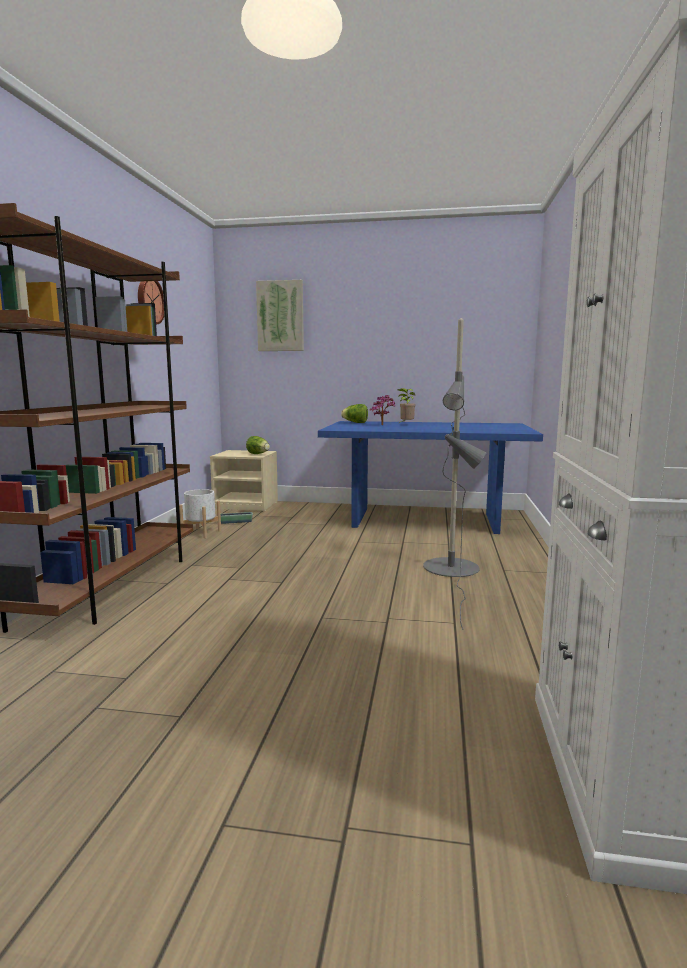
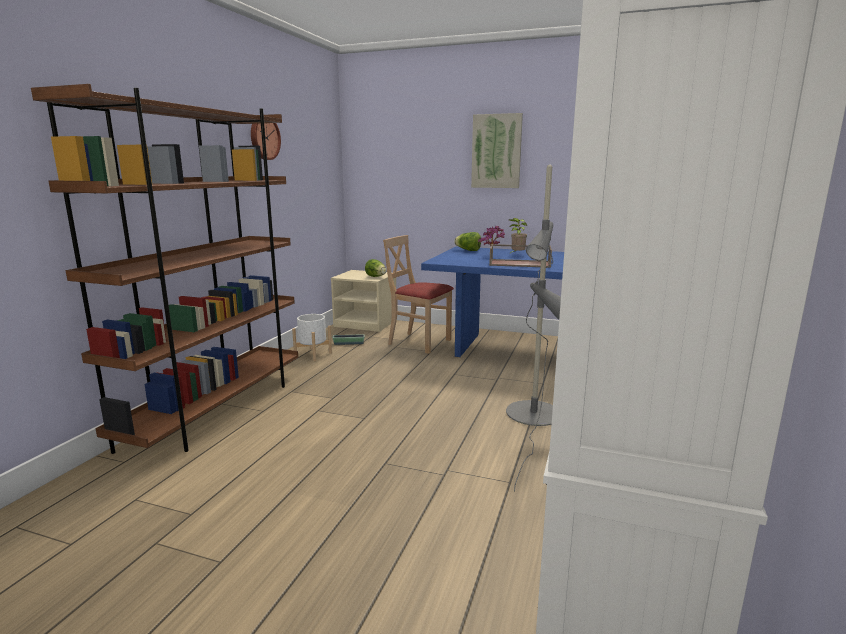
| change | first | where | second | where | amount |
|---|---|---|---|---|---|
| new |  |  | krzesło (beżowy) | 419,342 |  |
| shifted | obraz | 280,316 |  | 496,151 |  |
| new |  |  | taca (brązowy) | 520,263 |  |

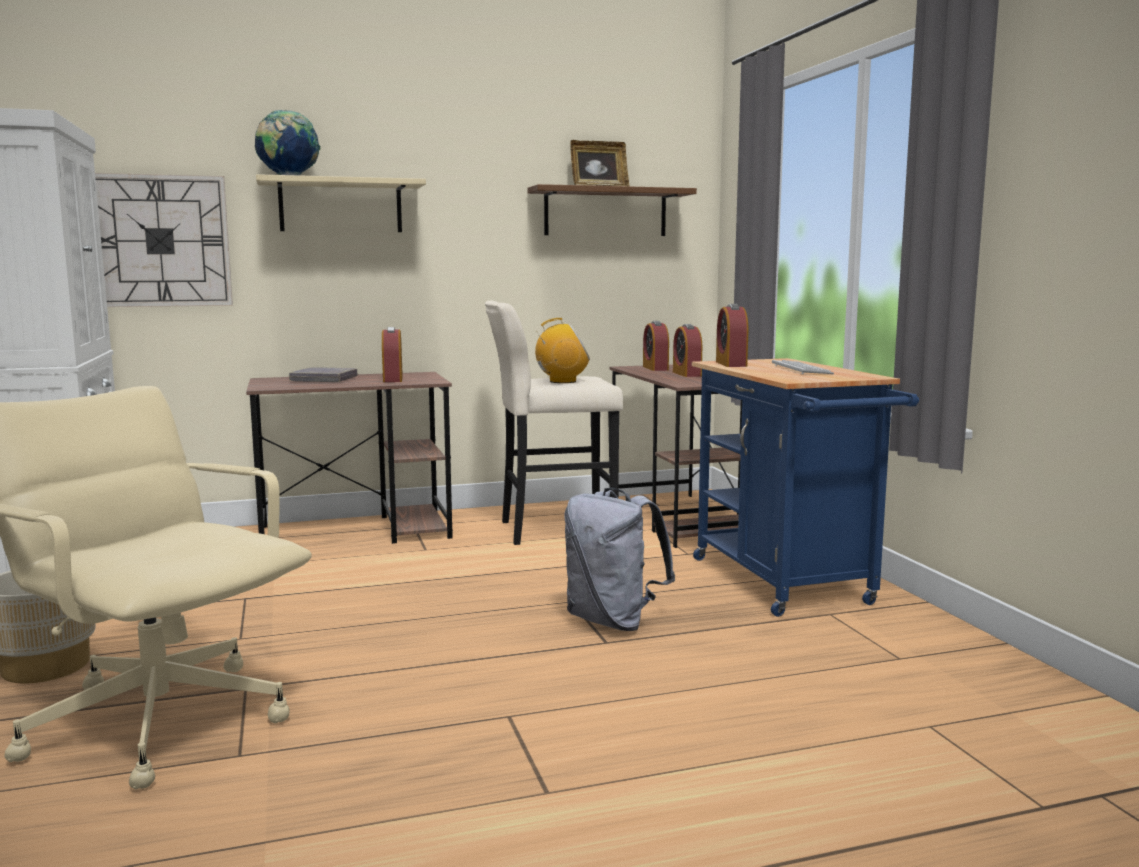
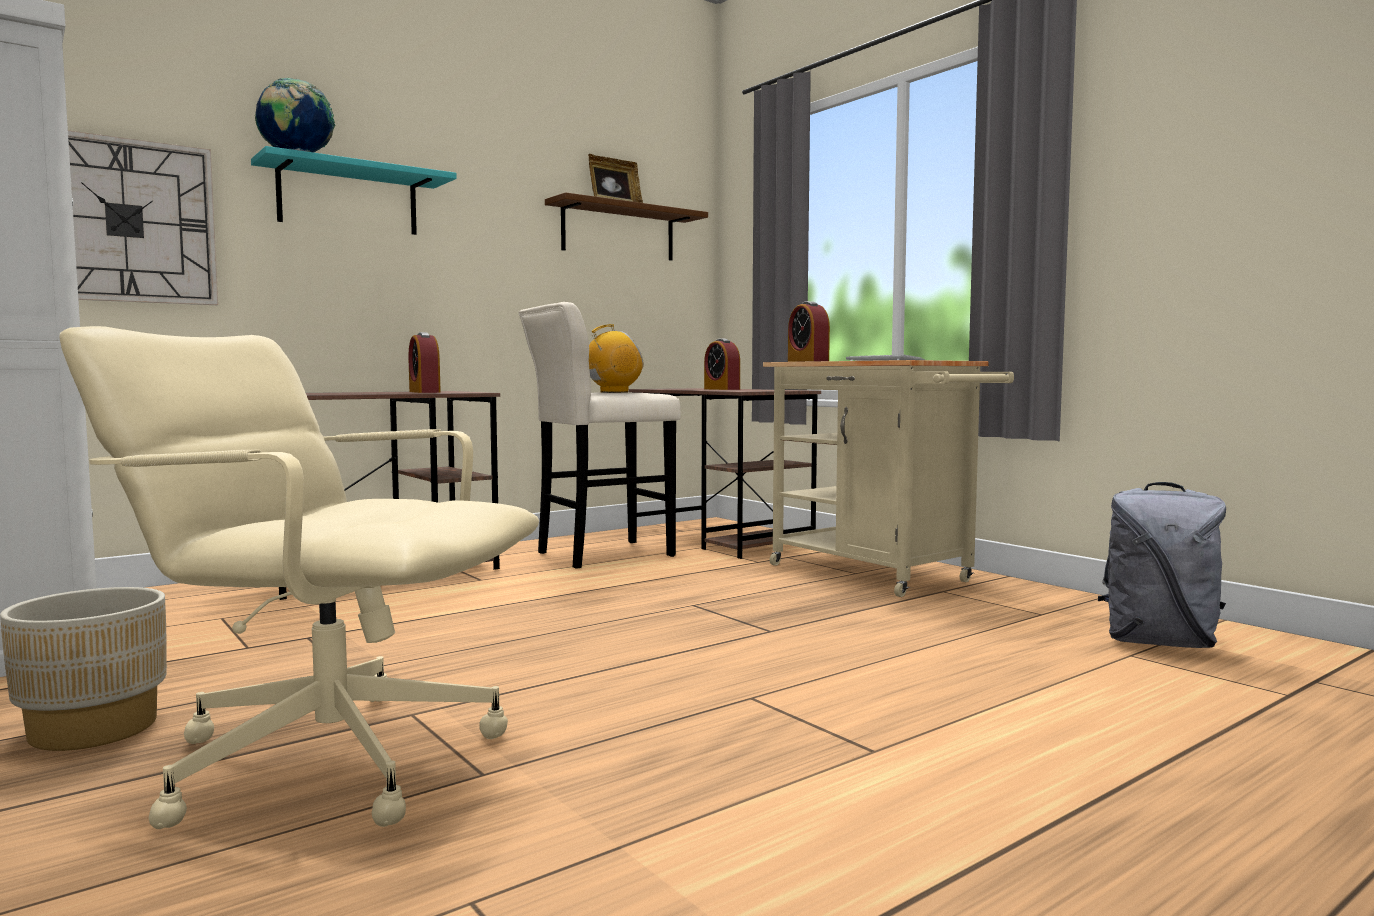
| change | first | where | second | where | amount |
|---|---|---|---|---|---|
| repainted | półka (beżowy) | 341,206 | półka (turkusowy) | 348,200 |  |
| repainted | wózek (niebieski) | 787,585 | wózek (beżowy) | 878,575 |  |
| shifted | plecak (szary) | 613,621 |  | 1158,642 |  |
| gone | książka (szary) | 324,380 |  |  |  |
| gone | budzik | 655,368 |  |  |  |

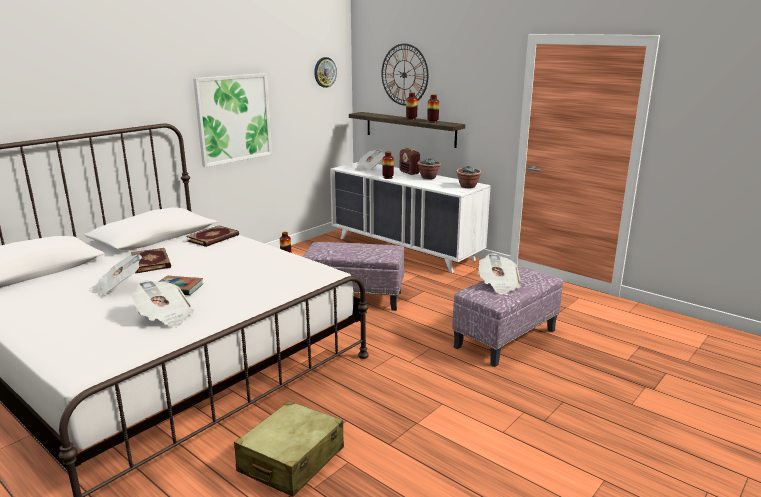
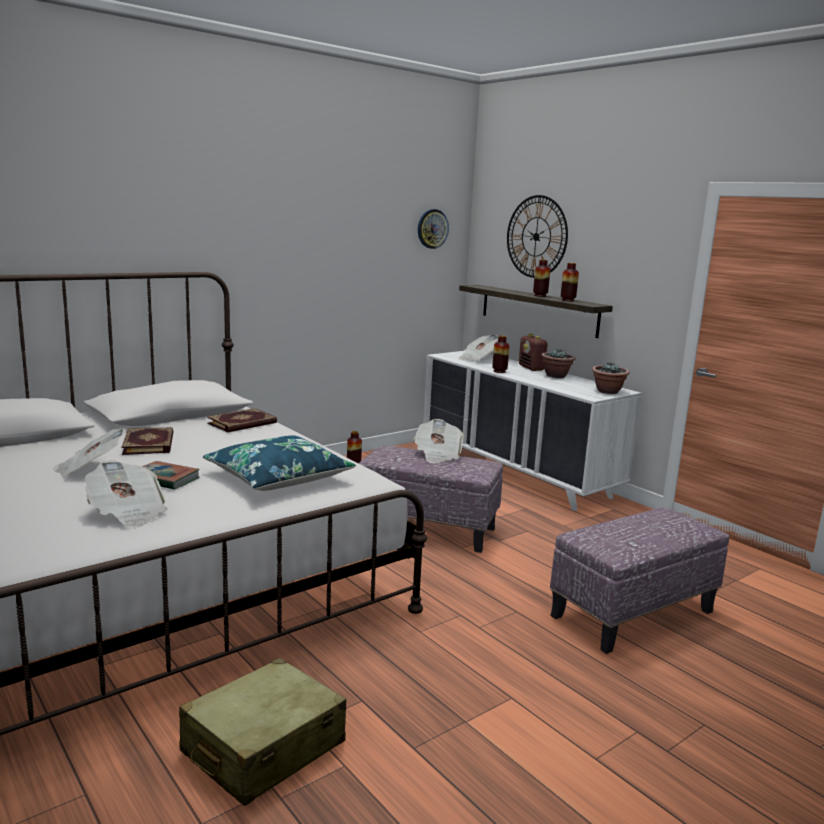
| change | first | where | second | where | amount |
|---|---|---|---|---|---|
| new |  |  | poduszka (niebieski) | 278,478 |  |
| shifted | gazeta | 498,285 |  | 437,455 |  |
| gone | obraz | 234,118 |  |  |  |

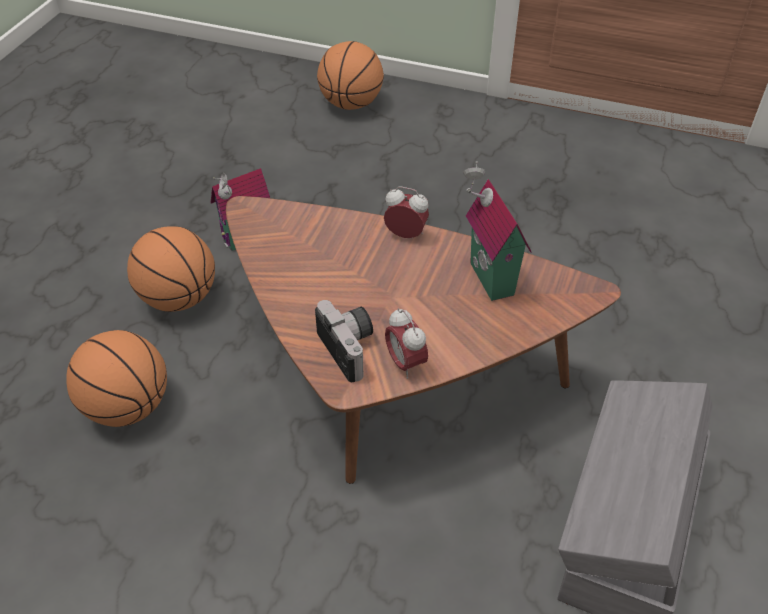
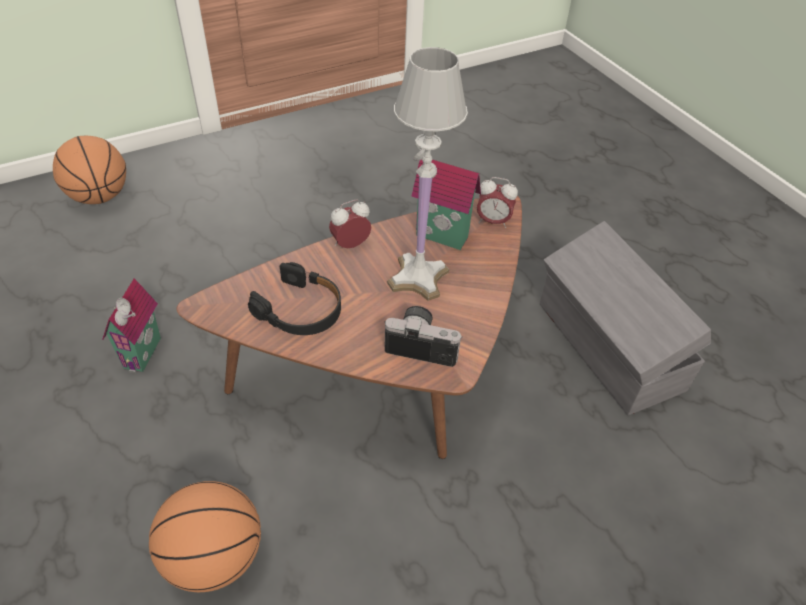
| change | first | where | second | where | amount |
|---|---|---|---|---|---|
| new |  |  | słuchawki (czarny) | 300,310 |  |
| new |  |  | lampa stołowa (biały) | 417,277 |  |
| shifted | budzik | 405,363 |  | 493,222 |  |
| gone | piłka do koszykówki | 179,298 |  |  |  |

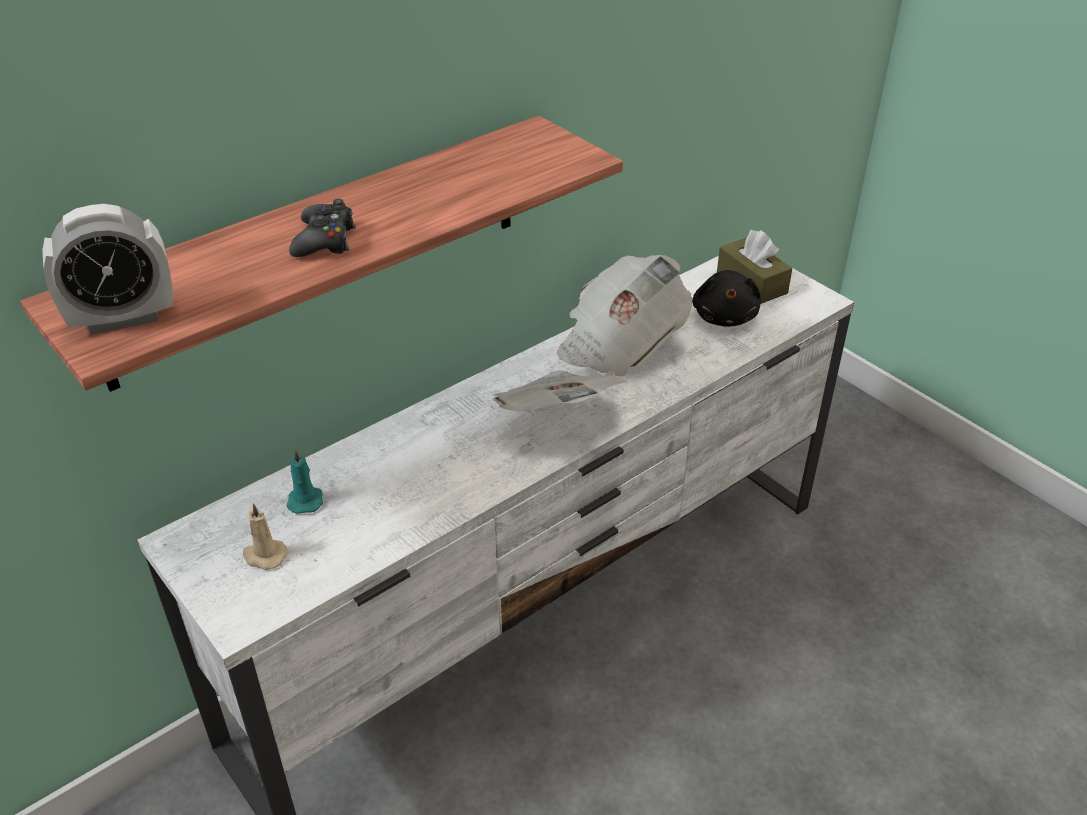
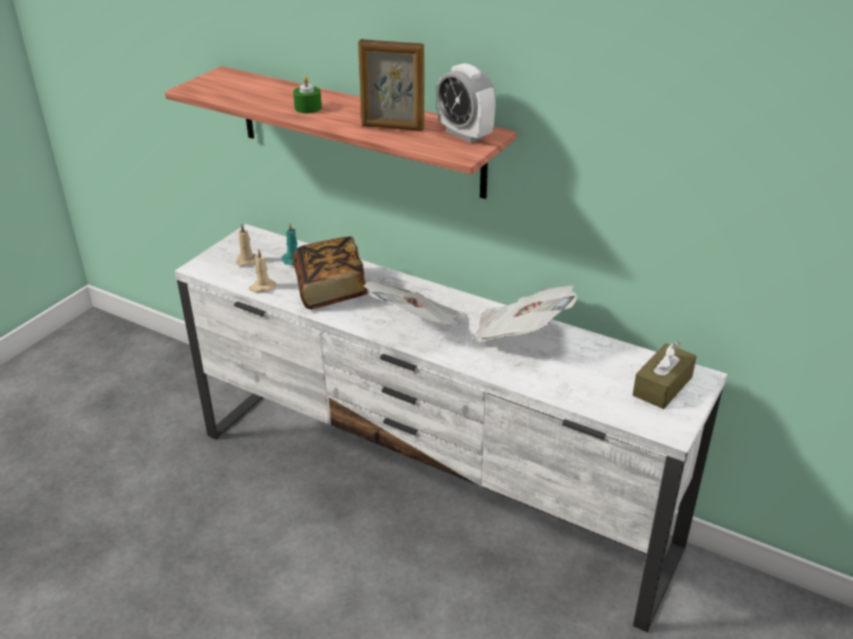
| change | first | where | second | where | amount |
|---|---|---|---|---|---|
| new |  |  | świeca (beżowy) | 262,287 |  |
| swapped | pad do gier (czarny) | 324,240 | świeca (zielony) | 308,108 |  |
| new |  |  | książka | 331,289 |  |
| new |  |  | ramka na zdjęcie | 392,127 |  |
| shifted | budzik | 123,318 |  | 465,134 |  |
| gone | pluszak (czarny) | 725,316 |  |  |  |

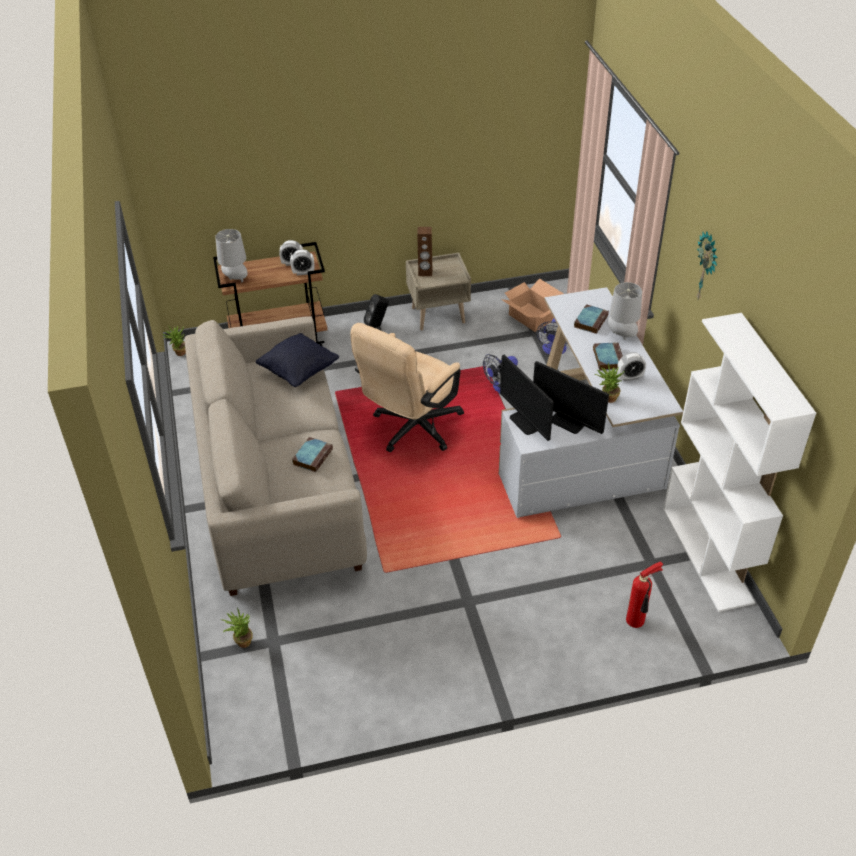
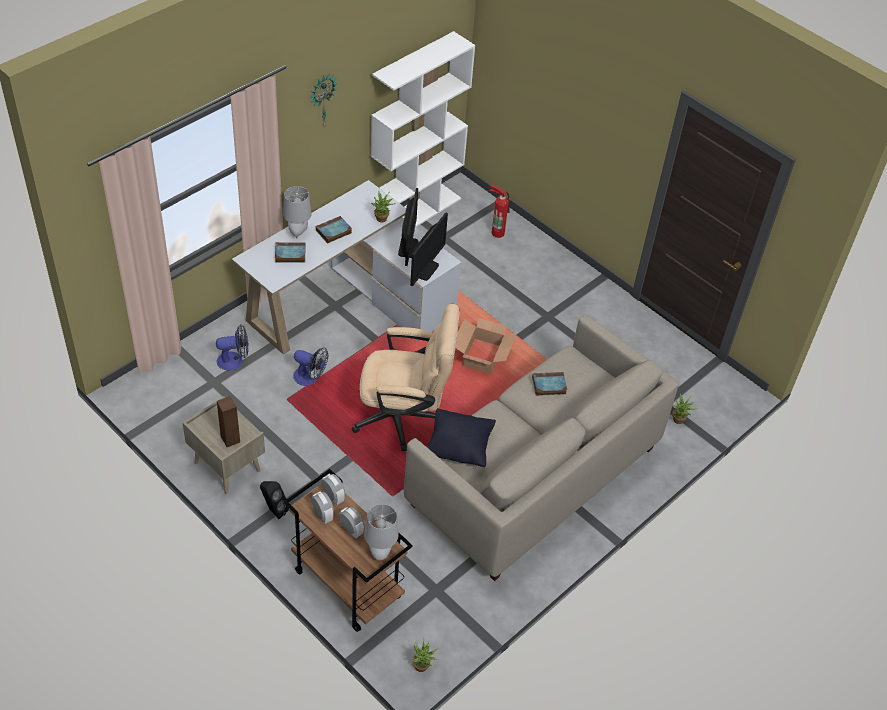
| change | first | where | second | where | amount |
|---|---|---|---|---|---|
| shifted | budzik | 629,377 |  | 351,530 |  |
| shifted | karton | 532,317 |  | 483,356 |  |

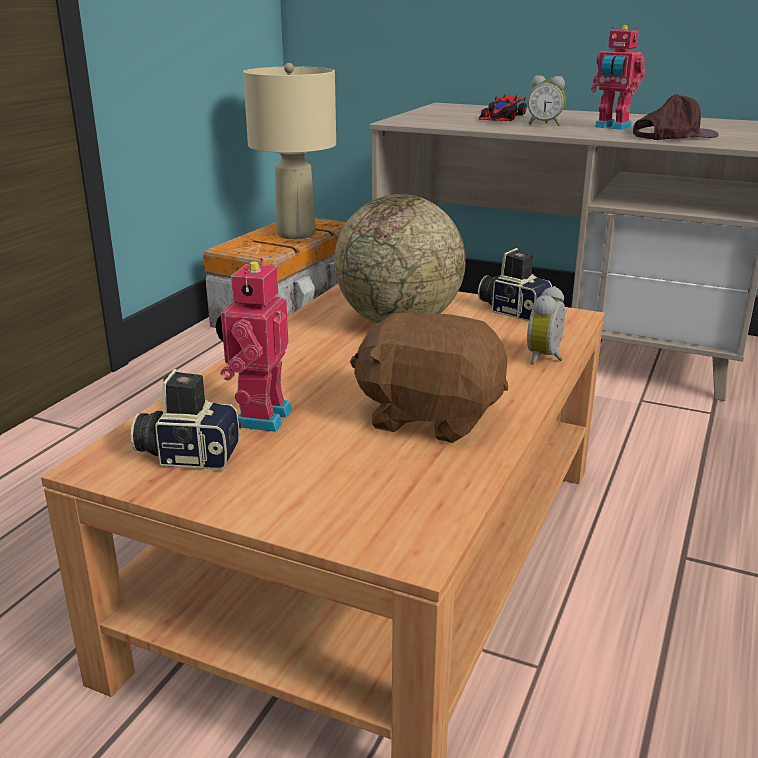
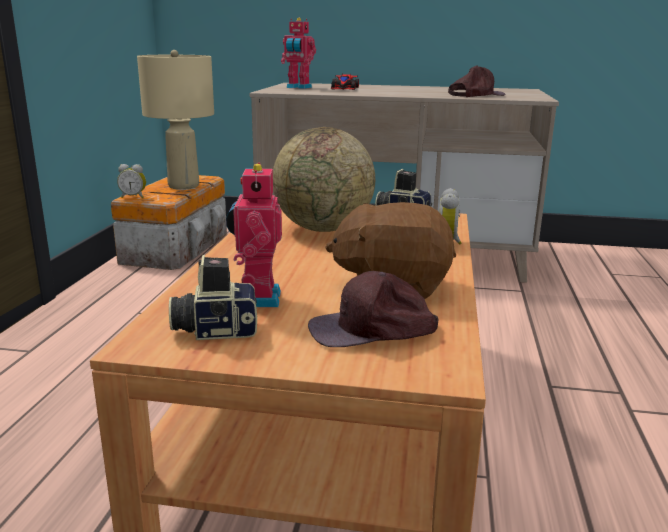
| change | first | where | second | where | amount |
|---|---|---|---|---|---|
| shifted | budzik | 544,124 |  | 134,197 |  |
| shifted | robot zabawkowy | 612,127 |  | 298,87 |  |
| new |  |  | czapka z daszkiem (brązowy) | 373,330 |  |

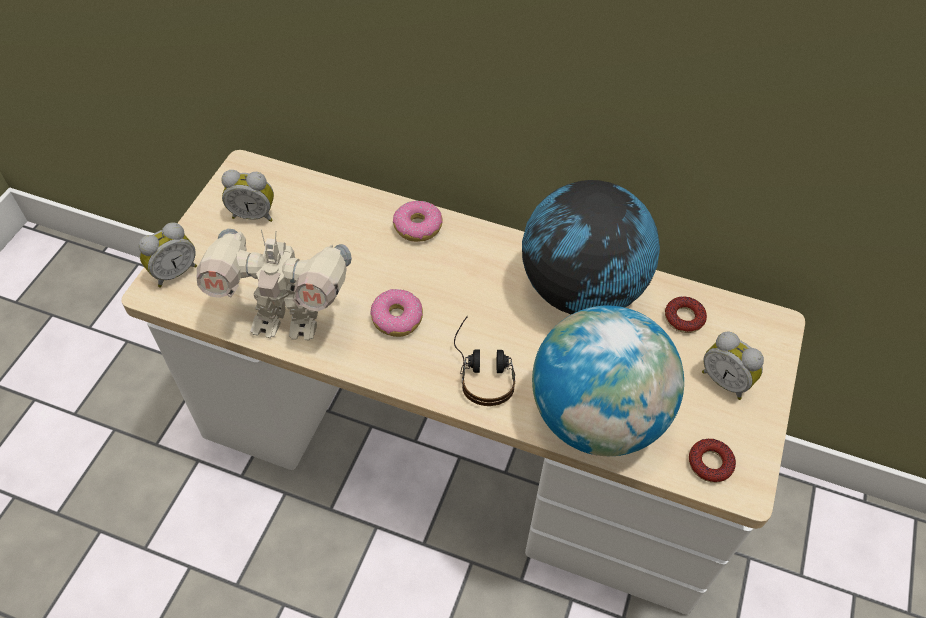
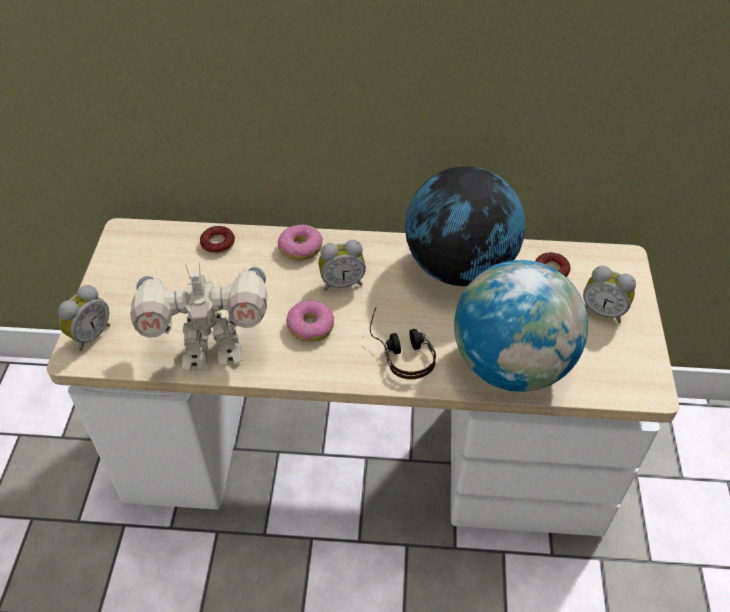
| change | first | where | second | where | amount |
|---|---|---|---|---|---|
| shifted | donut | 710,463 |  | 218,243 |  |
| shifted | budzik | 254,214 |  | 342,282 |  |

